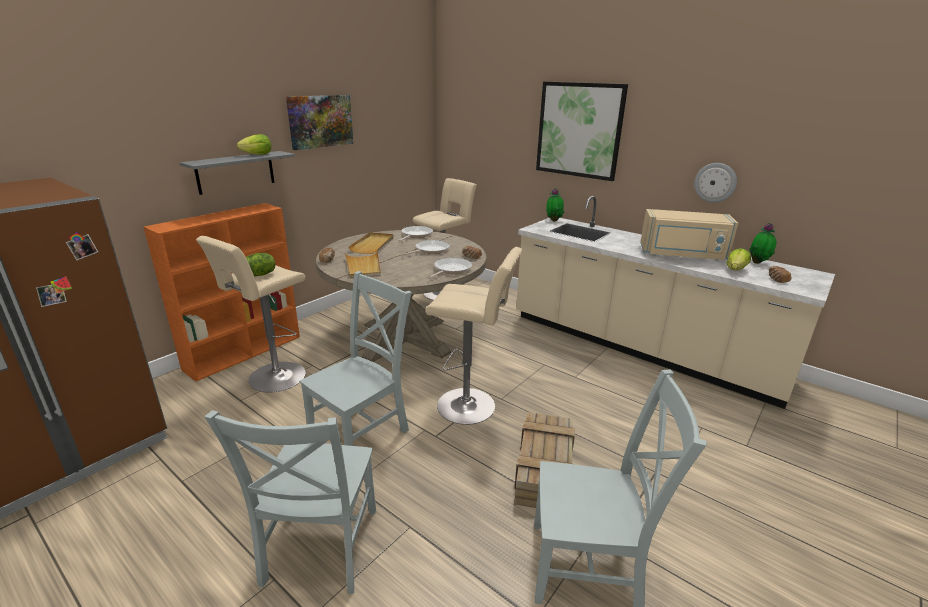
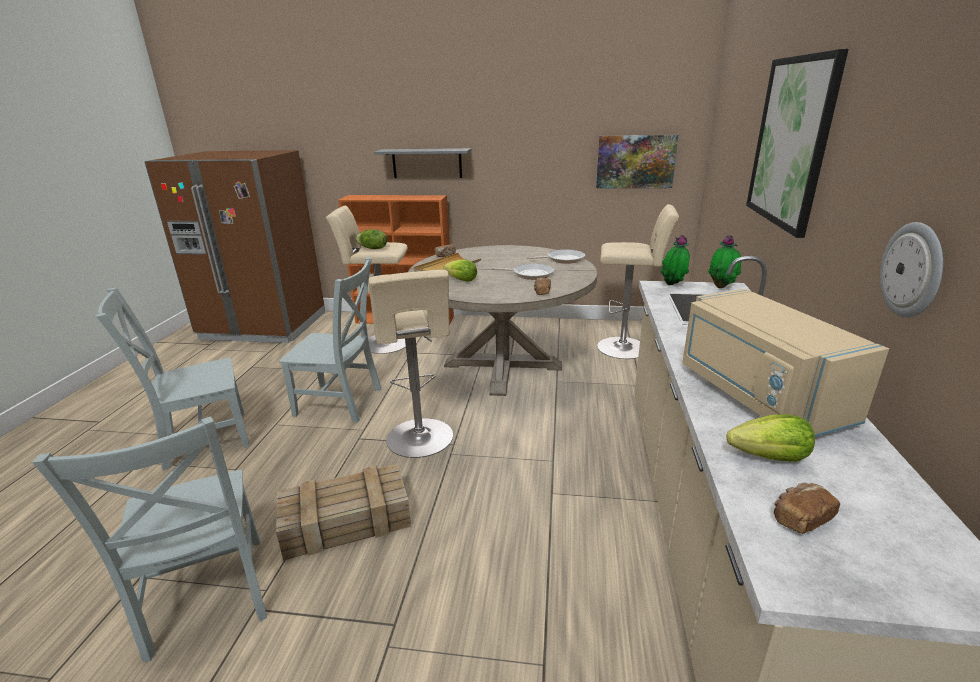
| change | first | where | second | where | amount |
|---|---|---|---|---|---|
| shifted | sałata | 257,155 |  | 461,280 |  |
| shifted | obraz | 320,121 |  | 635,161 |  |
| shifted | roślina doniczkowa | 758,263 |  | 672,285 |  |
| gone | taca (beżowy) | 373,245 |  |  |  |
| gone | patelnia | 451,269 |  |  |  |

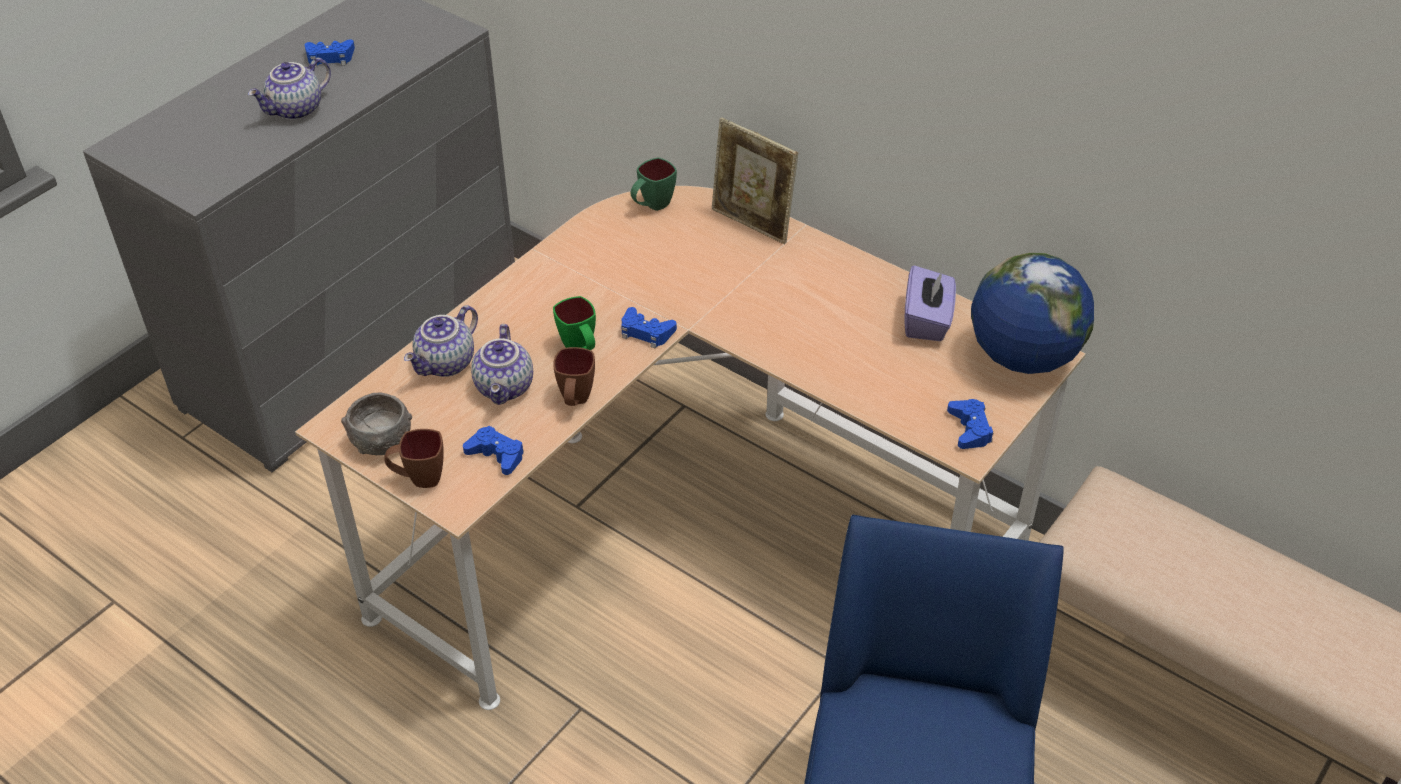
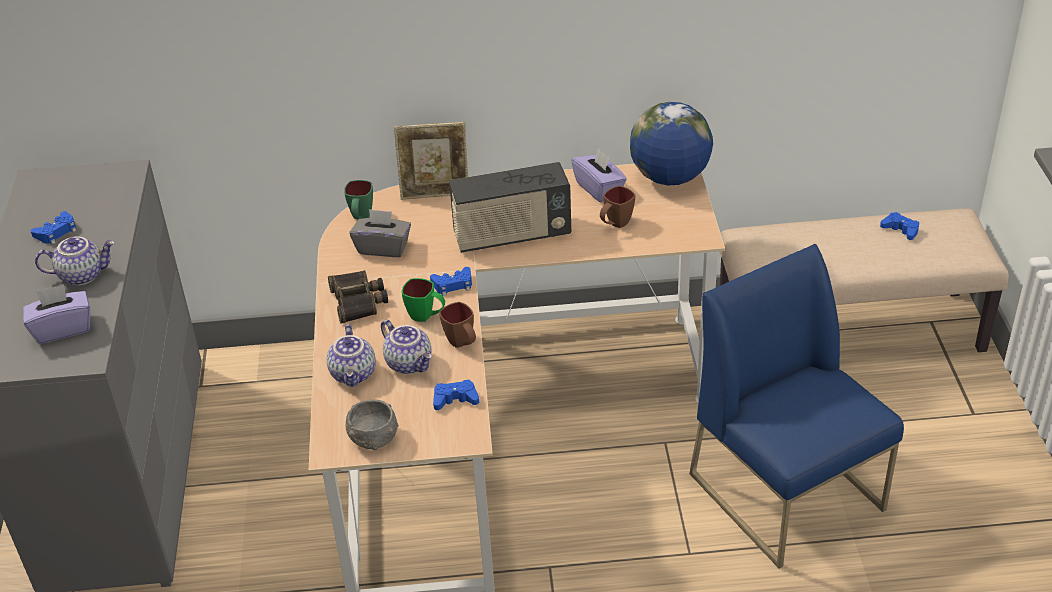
| change | first | where | second | where | amount |
|---|---|---|---|---|---|
| new |  |  | pudełko chusteczek (fioletowy) | 63,328 |  |
| rotated | imbryk | 296,110 |  | 82,274 | 105 degrees counterclockwise |
| new |  |  | lornetka | 359,301 |  |
| new |  |  | pudełko chusteczek (szary) | 383,247 |  |
| new |  |  | radio | 511,235 |  |
| shifted | kubek (brązowy) | 418,479 |  | 615,224 |  |
| shifted | pad do gier (niebieski) | 970,429 |  | 900,230 |  |

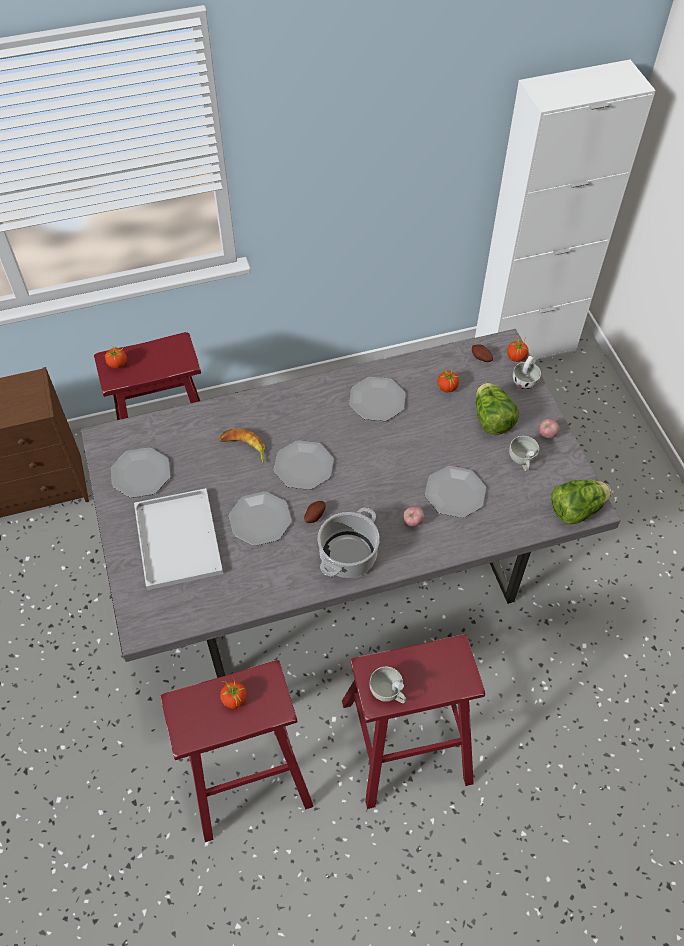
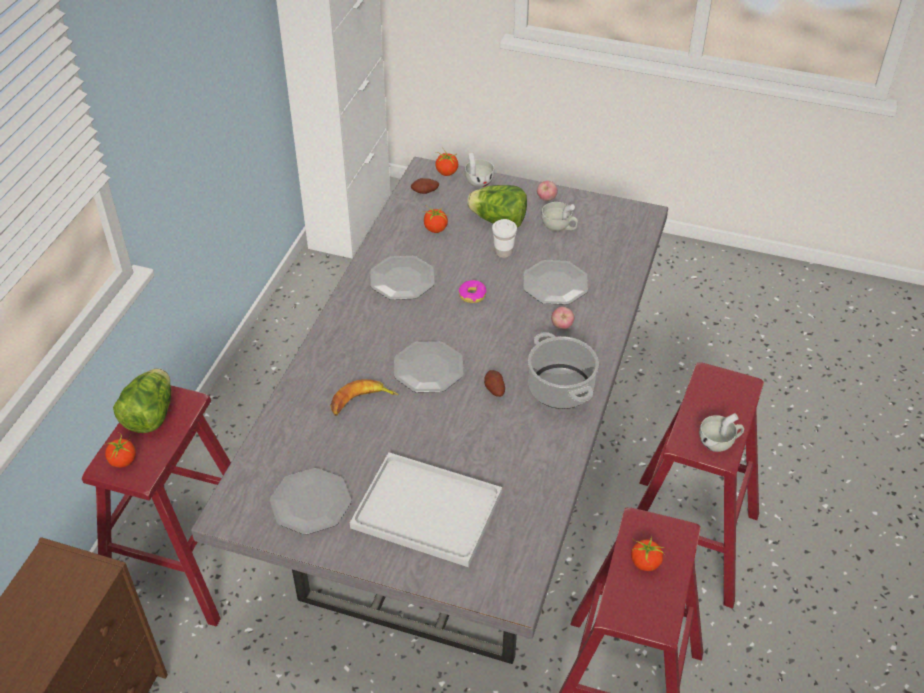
| change | first | where | second | where | amount |
|---|---|---|---|---|---|
| shifted | sałata | 576,509 |  | 150,415 |  |
| new |  |  | donut | 472,295 |  |
| new |  |  | filiżanka (biały) | 503,252 |  |
| gone | talerz | 260,519 |  |  |  |

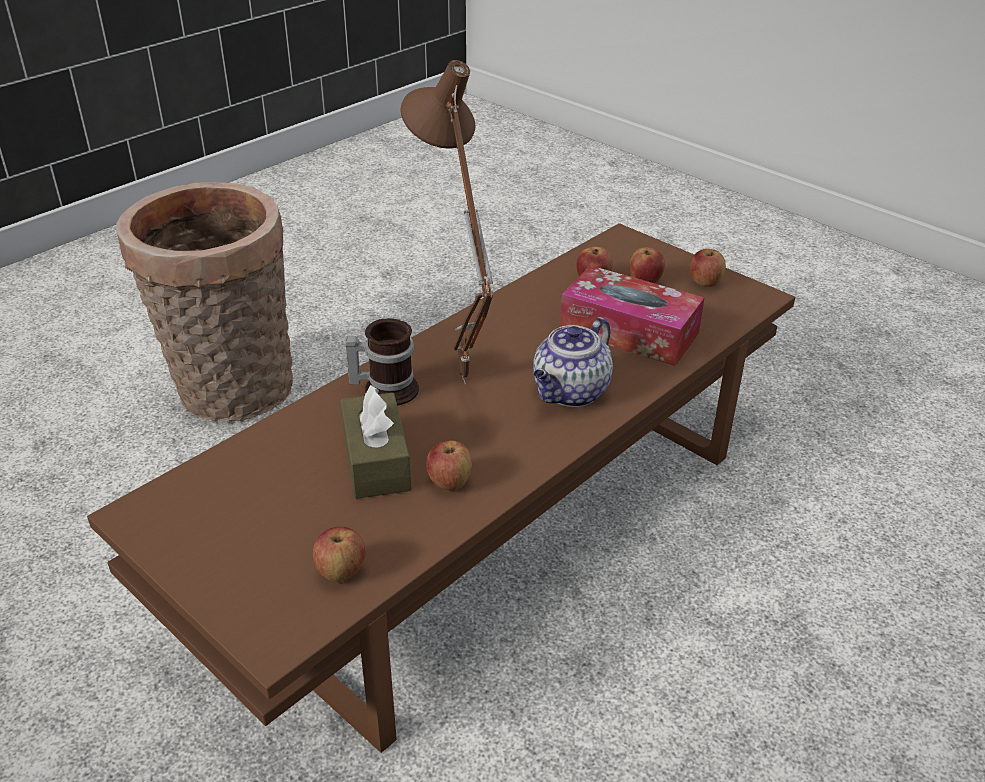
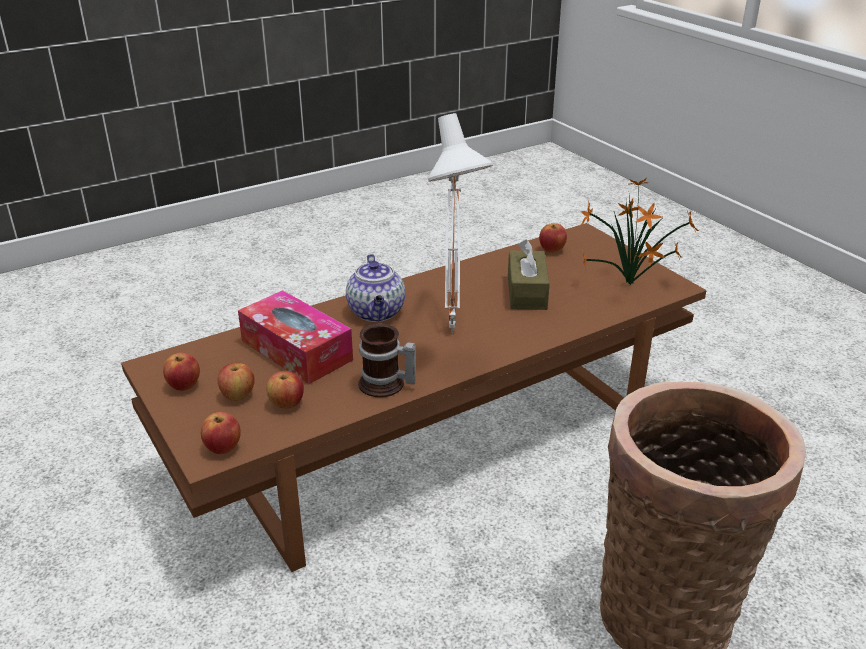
| change | first | where | second | where | amount |
|---|---|---|---|---|---|
| shifted | jabłko | 449,482 |  | 223,448 |  |
| rotated | imbryk | 570,393 |  | 377,313 | 120 degrees clockwise |
| shifted | kubek | 386,388 |  | 385,386 |  |
| repainted | lampa stołowa (brązowy) | 458,381 | lampa stołowa (biały) | 456,331 |  |
| new |  |  | roślina doniczkowa | 633,285 |  |

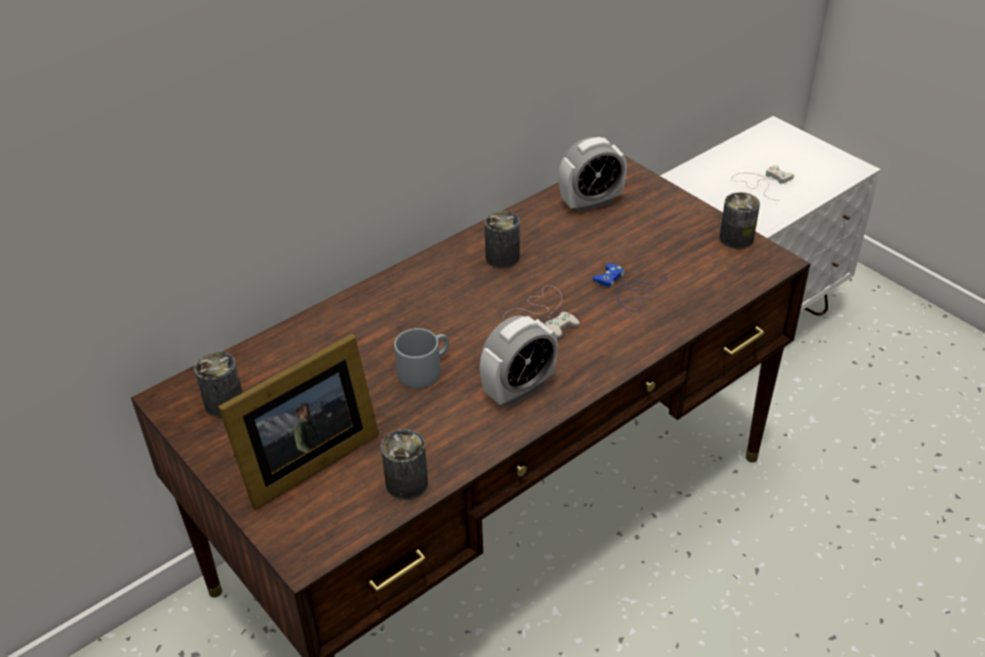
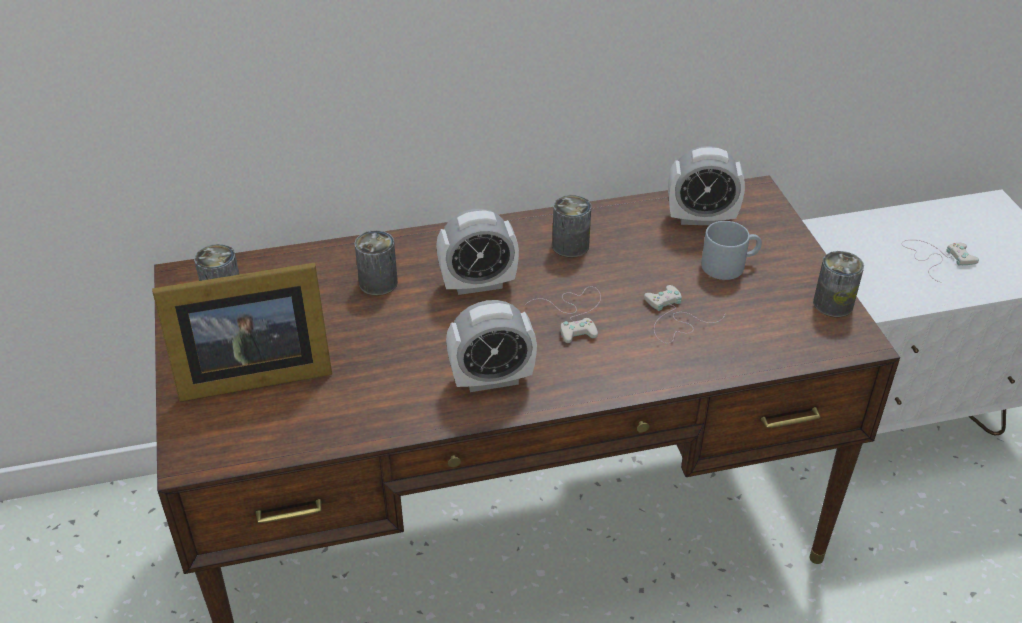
| change | first | where | second | where | amount |
|---|---|---|---|---|---|
| shifted | puszka | 407,483 |  | 378,282 |  |
| new |  |  | budzik | 478,284 |  |
| repainted | pad do gier (niebieski) | 627,290 | pad do gier (biały) | 674,319 |  |
| shifted | kubek (szary) | 424,369 |  | 729,264 |  |

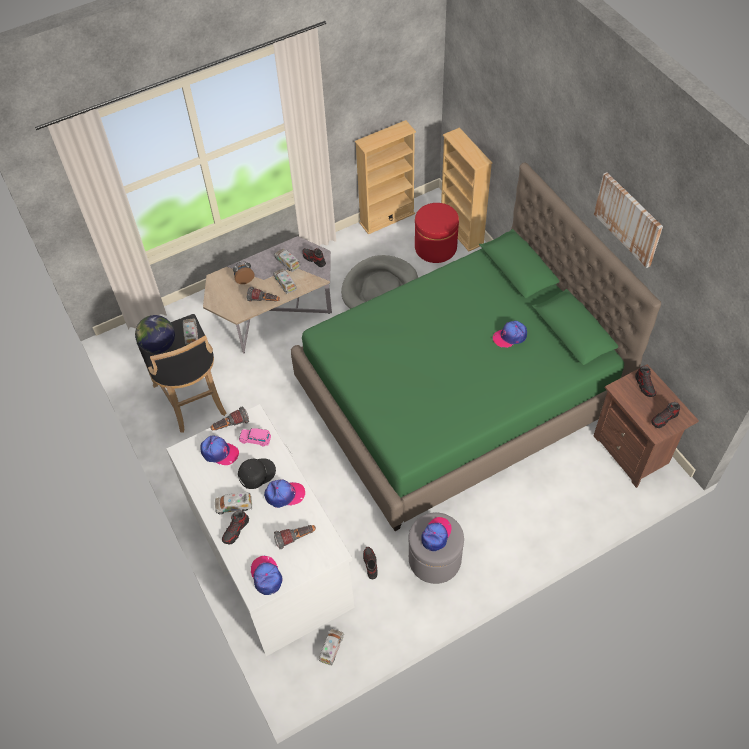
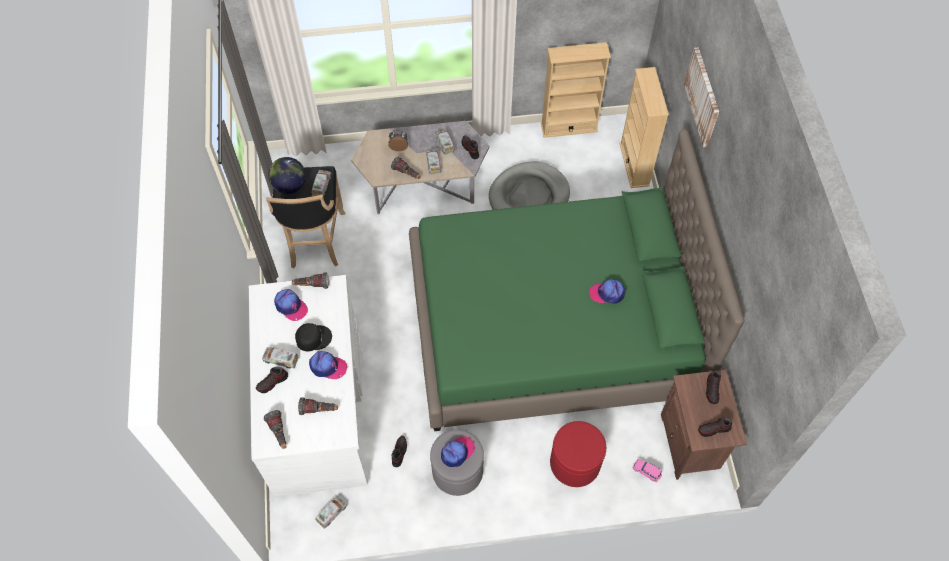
| change | first | where | second | where | amount |
|---|---|---|---|---|---|
| swapped | czapka z daszkiem | 266,576 | latarka | 279,433 |  |
| shifted | pufa (czerwony) | 435,247 |  | 575,463 |  |
| shifted | samochodzik (różowy) | 256,440 |  | 647,472 |  |
| shifted | obraz | 628,219 |  | 703,97 |  |

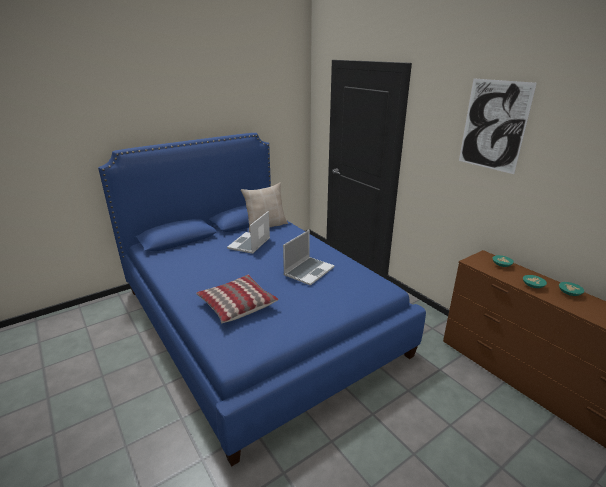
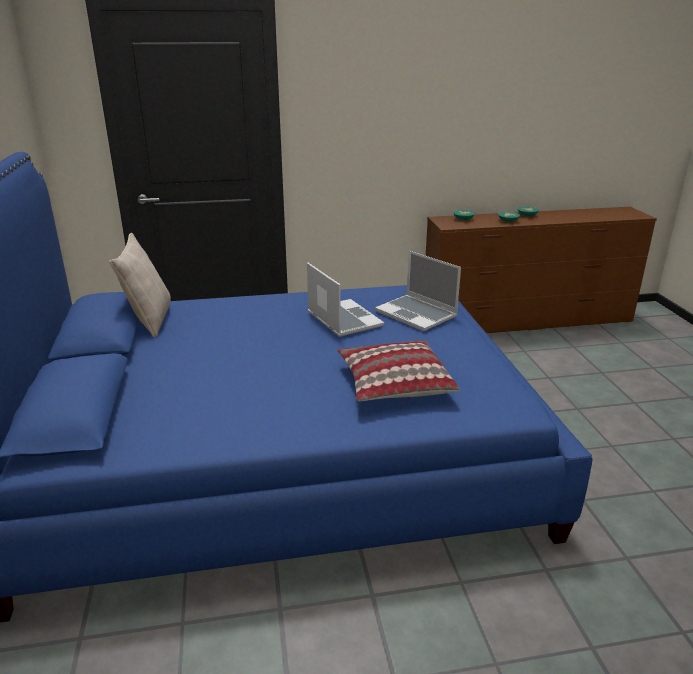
| change | first | where | second | where | amount |
|---|---|---|---|---|---|
| shifted | laptop | 249,244 |  | 417,314 |  |
| gone | obraz | 493,125 |  |  |  |

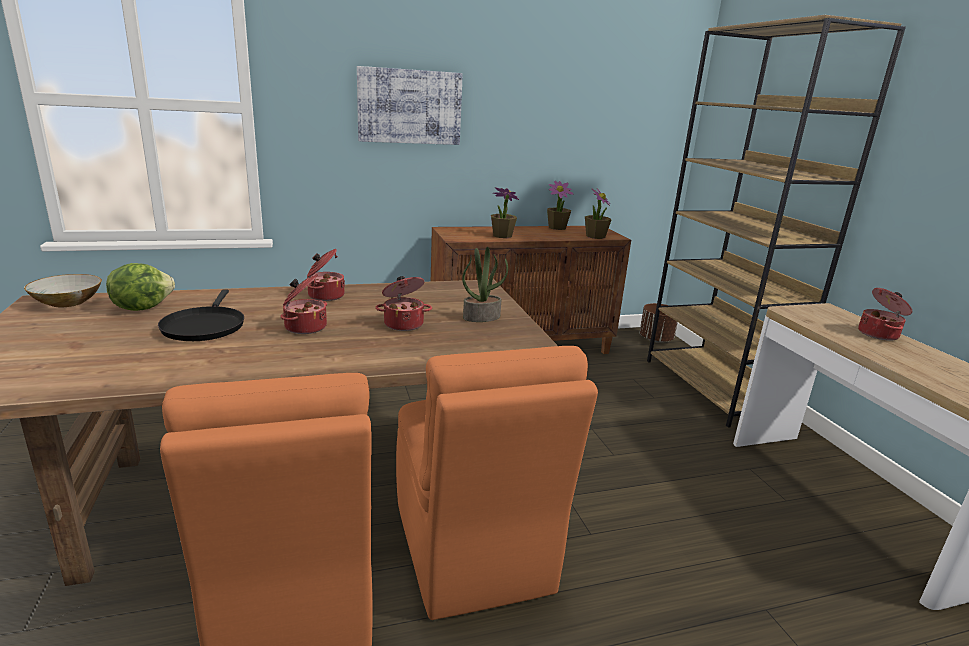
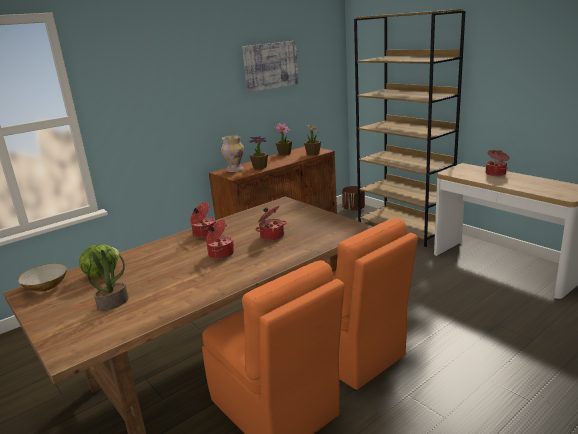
| change | first | where | second | where | amount |
|---|---|---|---|---|---|
| shifted | roślina doniczkowa | 481,317 |  | 113,303 |  |
| new |  |  | wazon | 234,170 |  |
| shifted | obraz | 409,106 |  | 270,66 |  |
| gone | patelnia (czarny) | 204,326 |  |  |  |

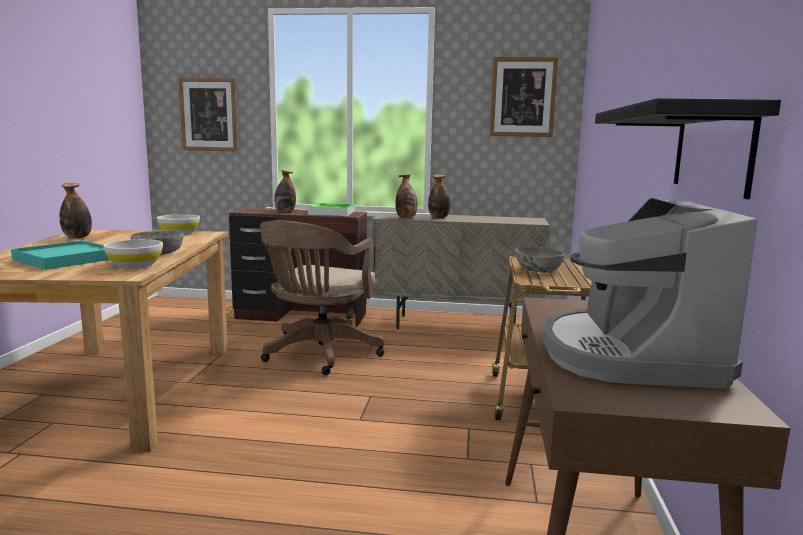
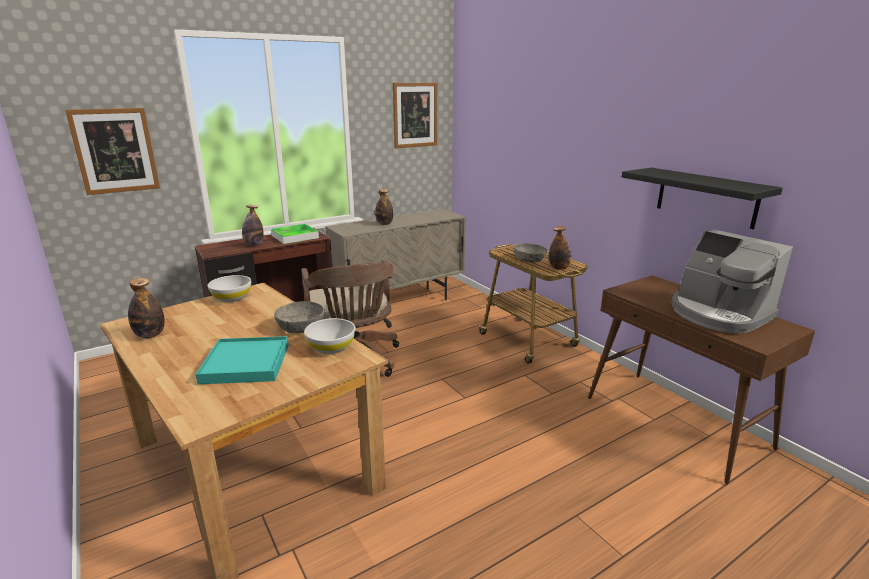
| change | first | where | second | where | amount |
|---|---|---|---|---|---|
| shifted | butelka | 406,218 |  | 559,268 |  |

